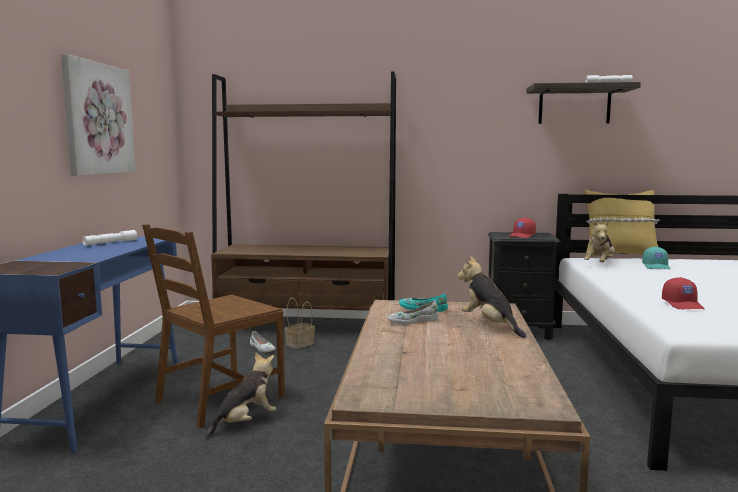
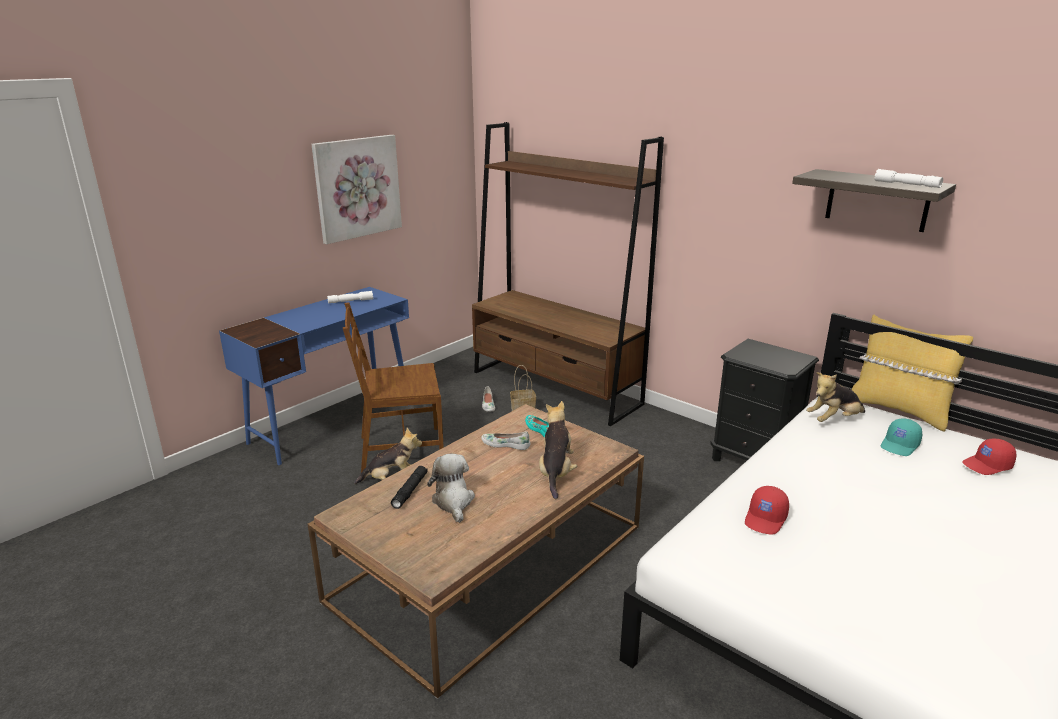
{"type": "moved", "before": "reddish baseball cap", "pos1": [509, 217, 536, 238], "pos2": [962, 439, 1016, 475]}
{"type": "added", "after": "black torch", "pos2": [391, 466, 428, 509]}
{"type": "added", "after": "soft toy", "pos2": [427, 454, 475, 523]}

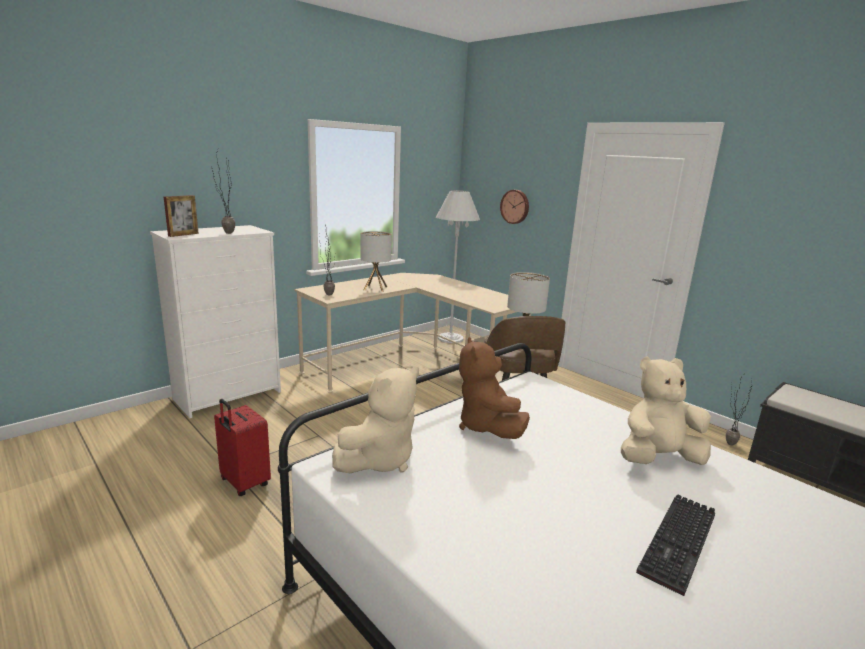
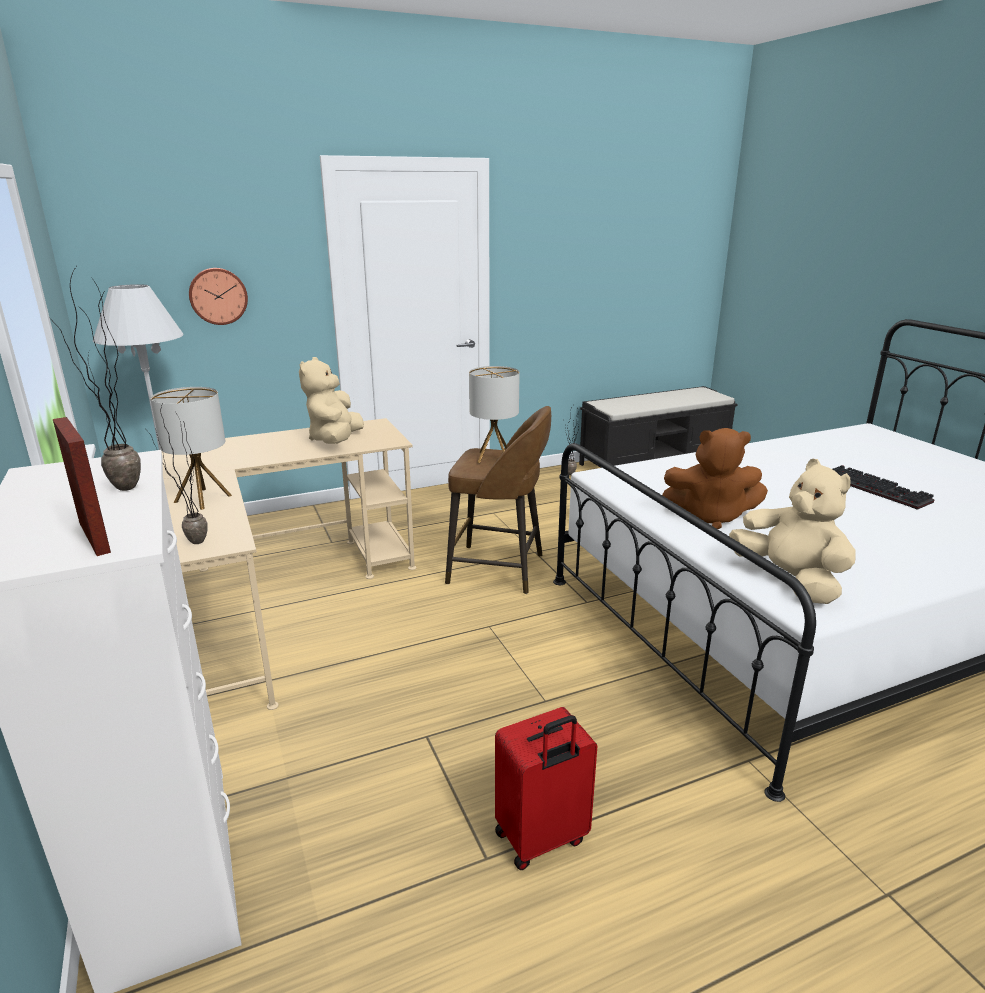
{"type": "moved", "before": "sand-coloured soft toy", "pos1": [621, 356, 711, 465], "pos2": [299, 357, 364, 444]}

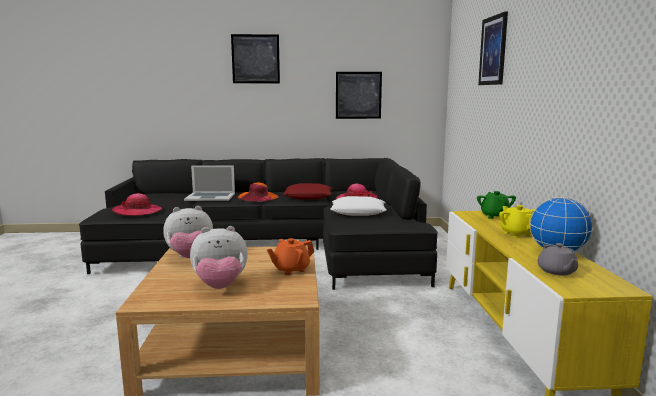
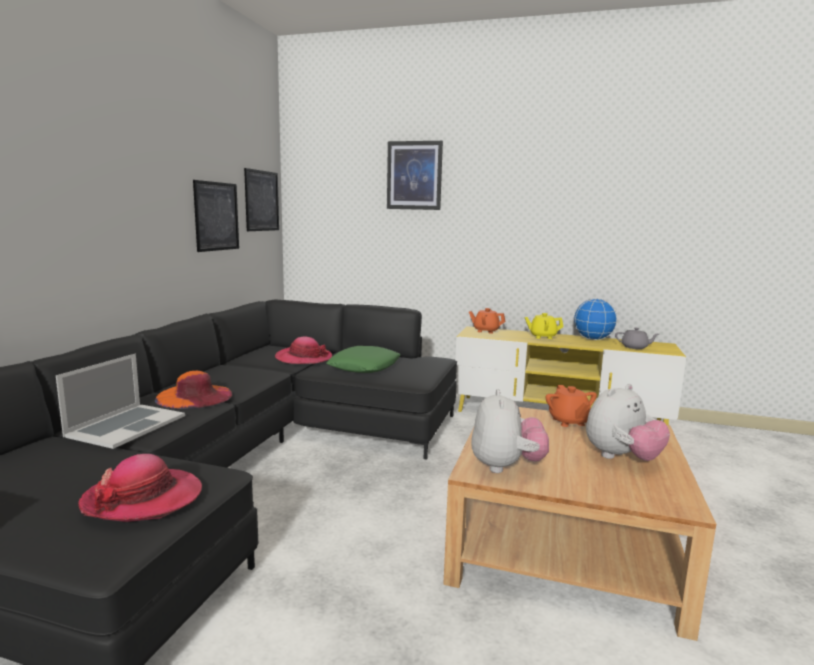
{"type": "turned", "before": "soft toy", "pos1": [190, 226, 248, 289], "pos2": [586, 384, 670, 461], "turn": 45}
{"type": "moved", "before": "wall art", "pos1": [231, 34, 280, 83], "pos2": [244, 168, 279, 231]}
{"type": "removed", "before": "reddish throw pillow", "pos1": [283, 183, 333, 200]}
{"type": "recoloured", "before": "white-coloured throw pillow", "after": "green throw pillow", "pos1": [330, 196, 386, 216], "pos2": [326, 346, 400, 373]}
{"type": "recoloured", "before": "green teapot", "after": "orange-coloured teapot", "pos1": [477, 191, 516, 219], "pos2": [469, 308, 506, 334]}

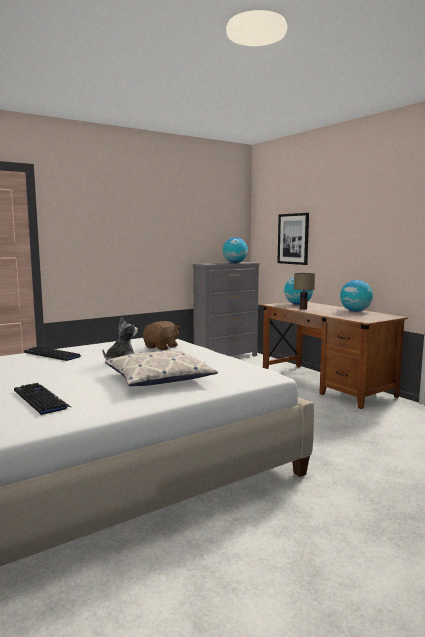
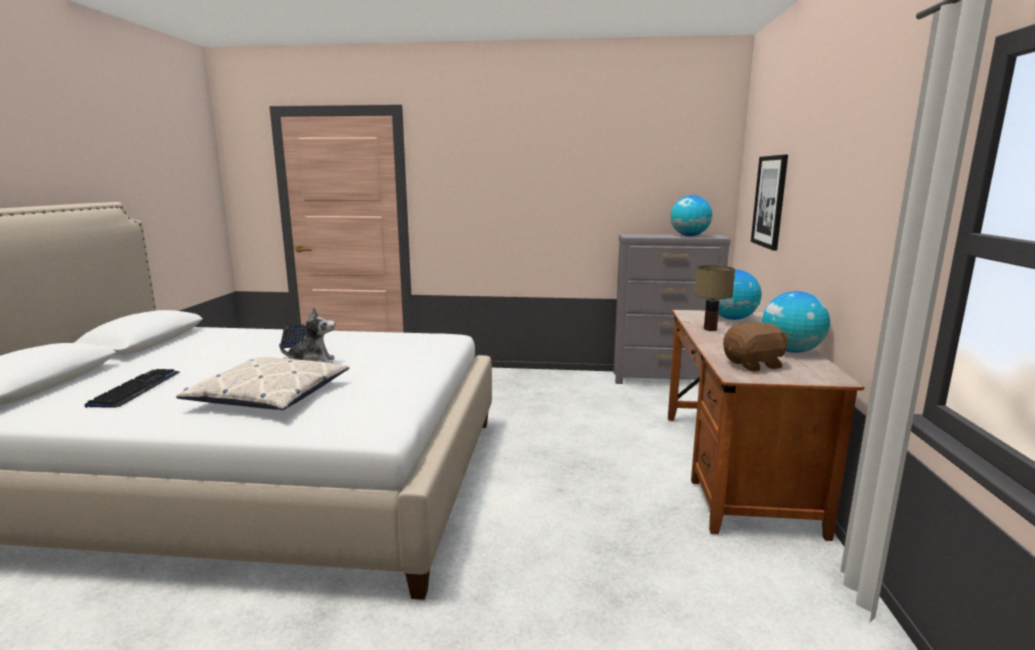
{"type": "moved", "before": "brown soft toy", "pos1": [143, 321, 180, 350], "pos2": [723, 323, 789, 371]}

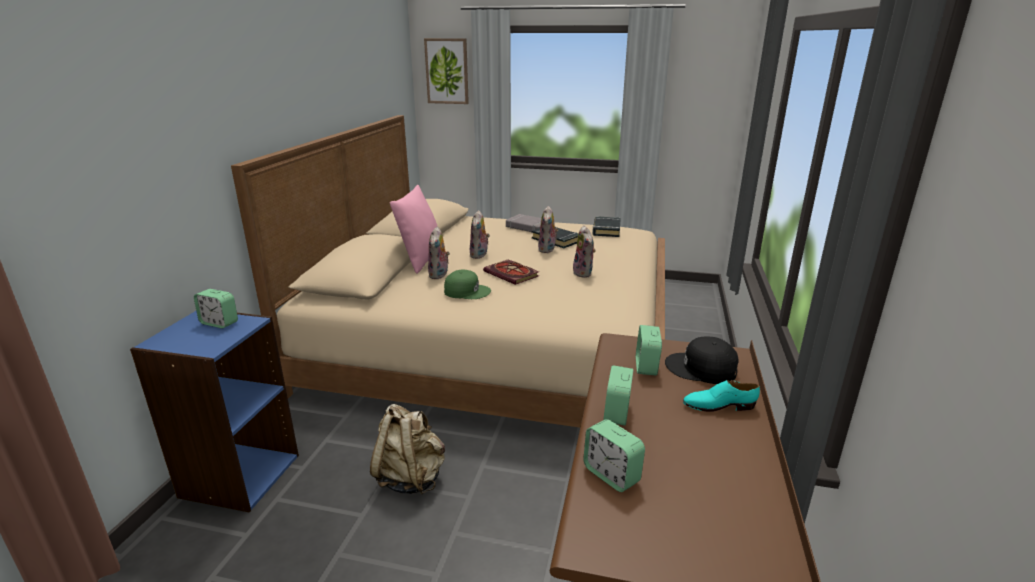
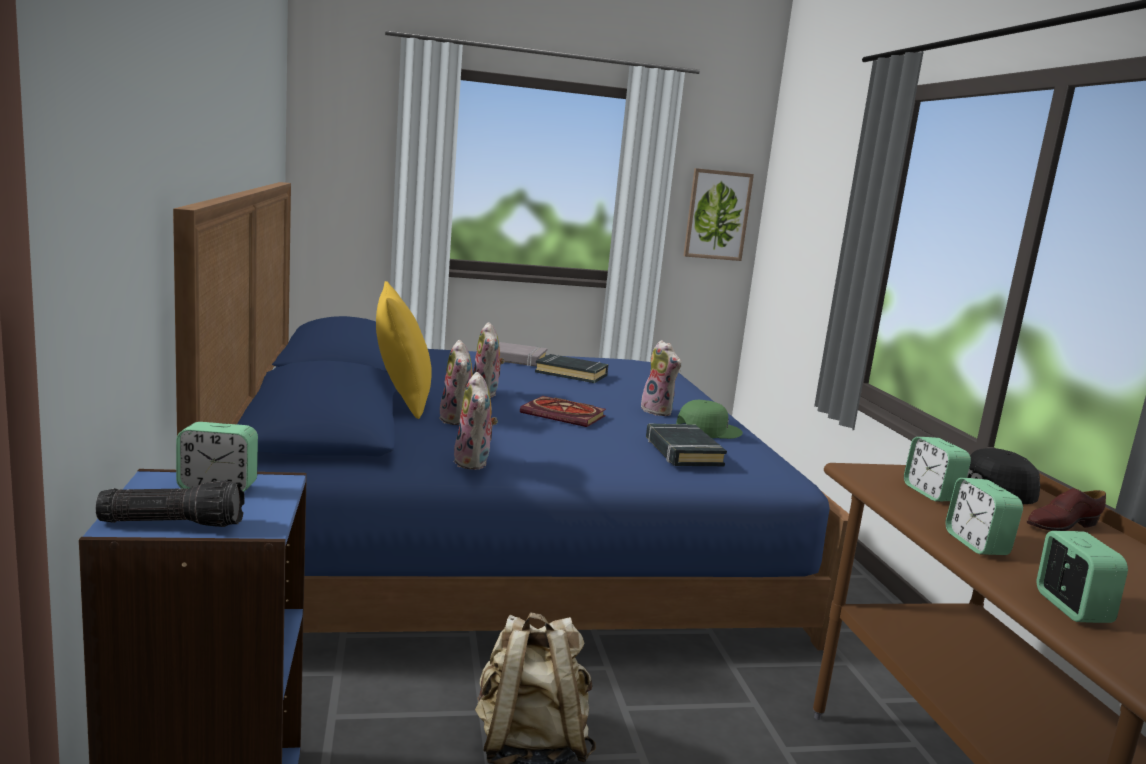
{"type": "recoloured", "before": "sand-coloured bed", "after": "blue bed", "pos1": [231, 115, 665, 428], "pos2": [173, 182, 849, 650]}
{"type": "recoloured", "before": "pink throw pillow", "after": "yellow throw pillow", "pos1": [390, 185, 438, 274], "pos2": [376, 281, 432, 419]}
{"type": "moved", "before": "wall art", "pos1": [424, 38, 469, 104], "pos2": [683, 168, 754, 261]}
{"type": "moved", "before": "green baseball cap", "pos1": [444, 270, 491, 299], "pos2": [676, 400, 743, 439]}
{"type": "moved", "before": "soft toy", "pos1": [538, 206, 559, 253], "pos2": [453, 372, 498, 470]}
{"type": "turned", "before": "alarm clock", "pos1": [583, 419, 645, 492], "pos2": [1037, 531, 1128, 623], "turn": -120}
{"type": "moved", "before": "black bound book", "pos1": [592, 216, 621, 237], "pos2": [646, 423, 727, 466]}
{"type": "recoloured", "before": "blue-green item of footwear", "after": "brown item of footwear", "pos1": [683, 380, 760, 412], "pos2": [1027, 488, 1106, 531]}
{"type": "added", "after": "torch", "pos2": [95, 480, 245, 527]}

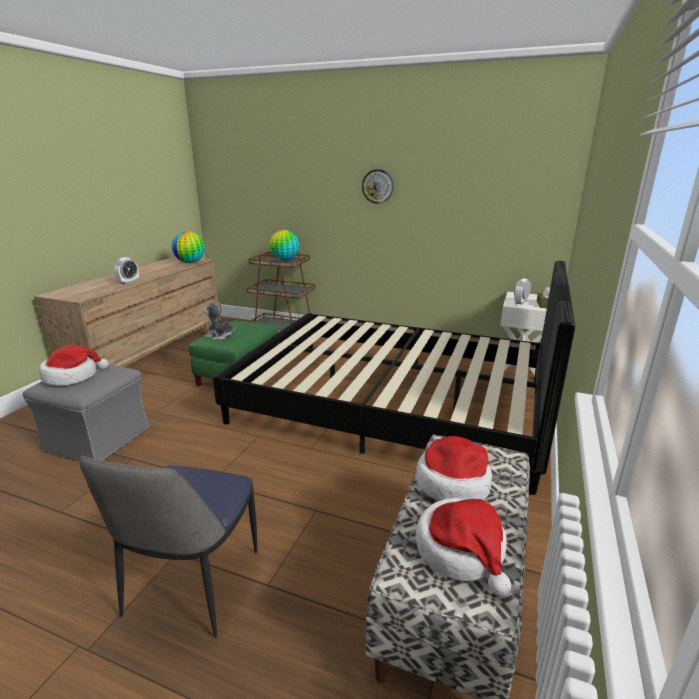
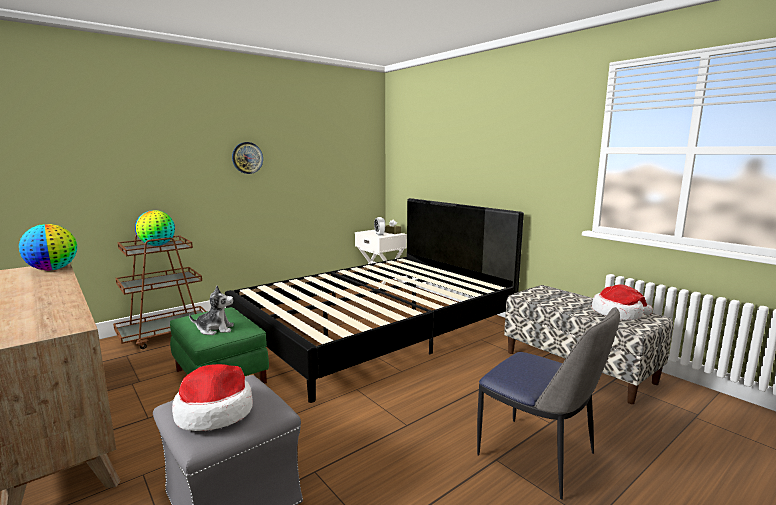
{"type": "removed", "before": "alarm clock", "pos1": [114, 257, 139, 284]}
{"type": "turned", "before": "soft toy", "pos1": [203, 301, 235, 340], "pos2": [189, 286, 234, 335], "turn": -150}
{"type": "removed", "before": "wearable hat", "pos1": [416, 436, 492, 501]}

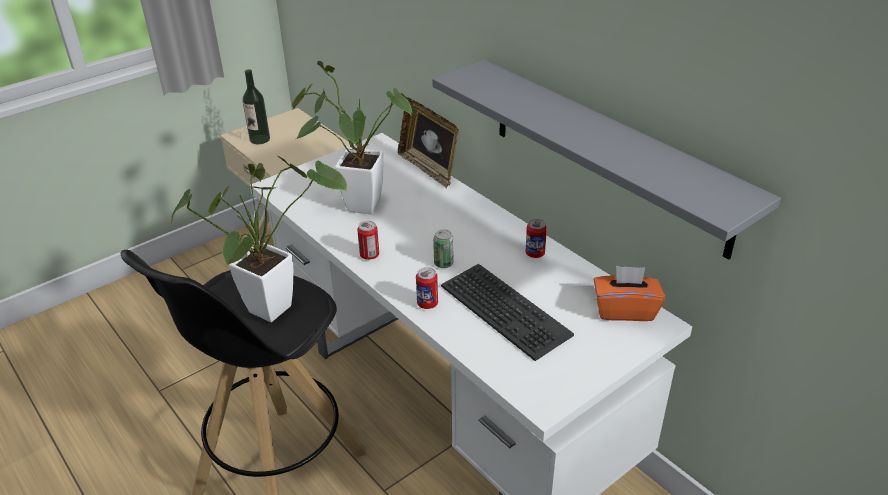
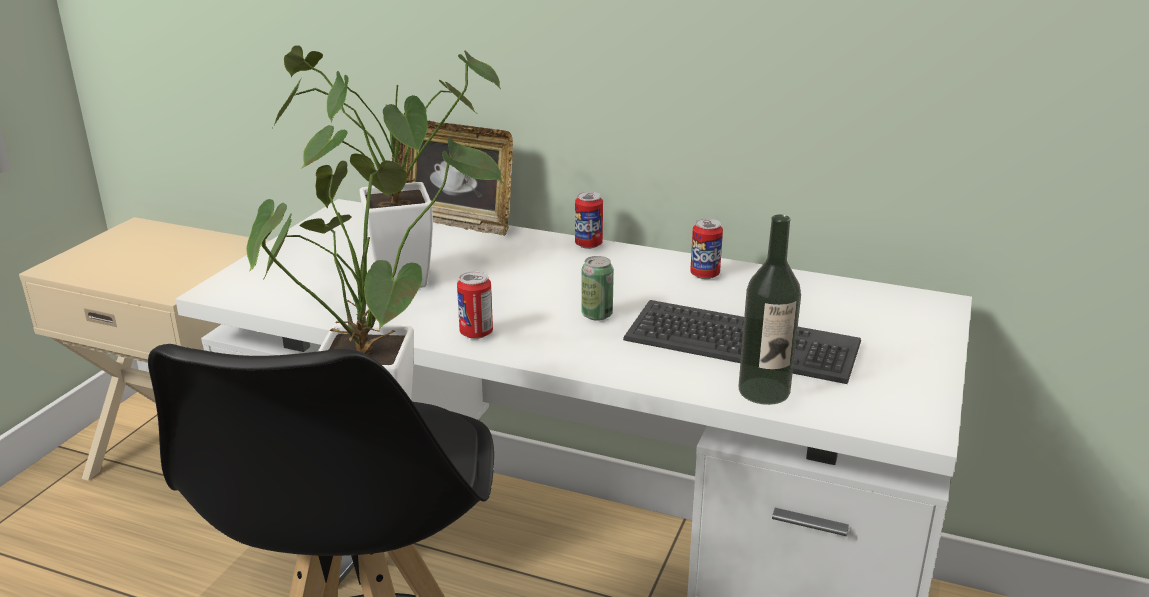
{"type": "moved", "before": "bottle", "pos1": [243, 69, 270, 144], "pos2": [739, 215, 801, 405]}
{"type": "moved", "before": "metal can", "pos1": [416, 267, 438, 309], "pos2": [575, 192, 603, 249]}
{"type": "removed", "before": "gray wall shelf", "pos1": [432, 60, 781, 260]}
{"type": "removed", "before": "orange-coloured tissue holder", "pos1": [594, 266, 665, 321]}

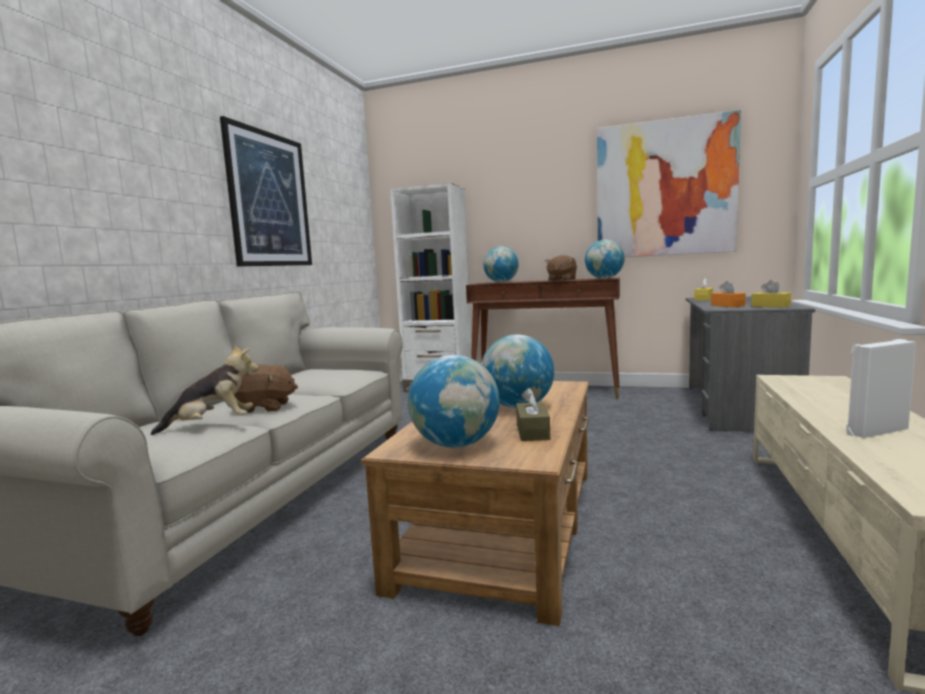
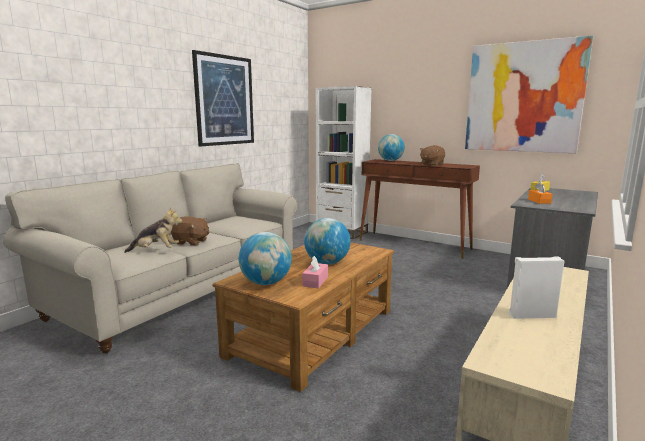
{"type": "recoloured", "before": "brown tissue holder", "after": "pink tissue holder", "pos1": [516, 388, 550, 441], "pos2": [302, 256, 328, 288]}
{"type": "removed", "before": "world globe", "pos1": [585, 240, 625, 279]}
{"type": "removed", "before": "yellow tissue holder", "pos1": [751, 280, 791, 308]}

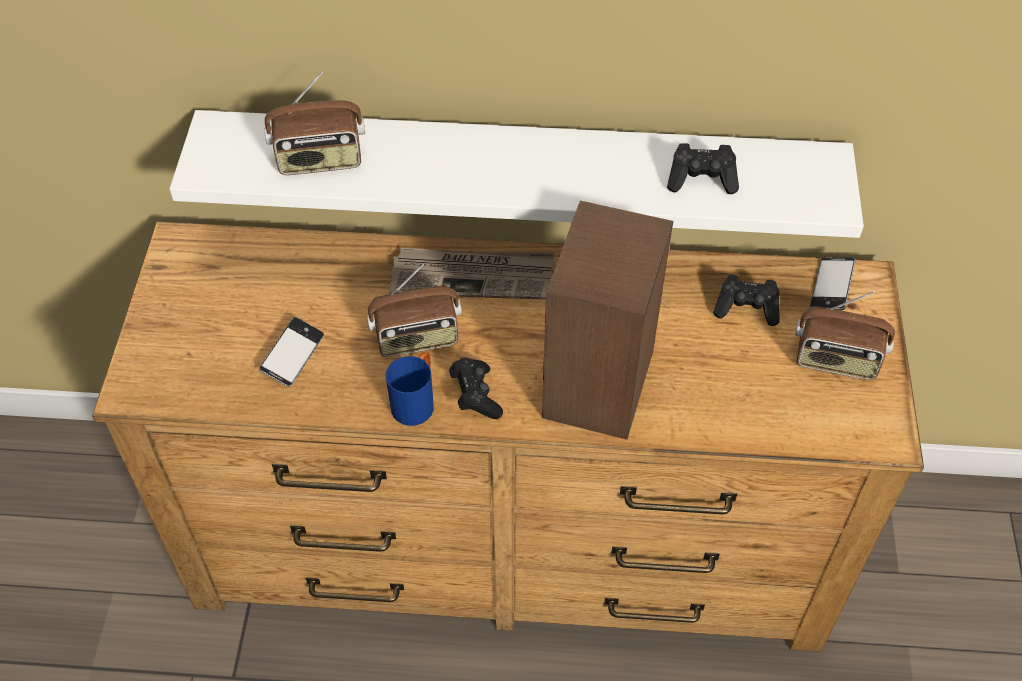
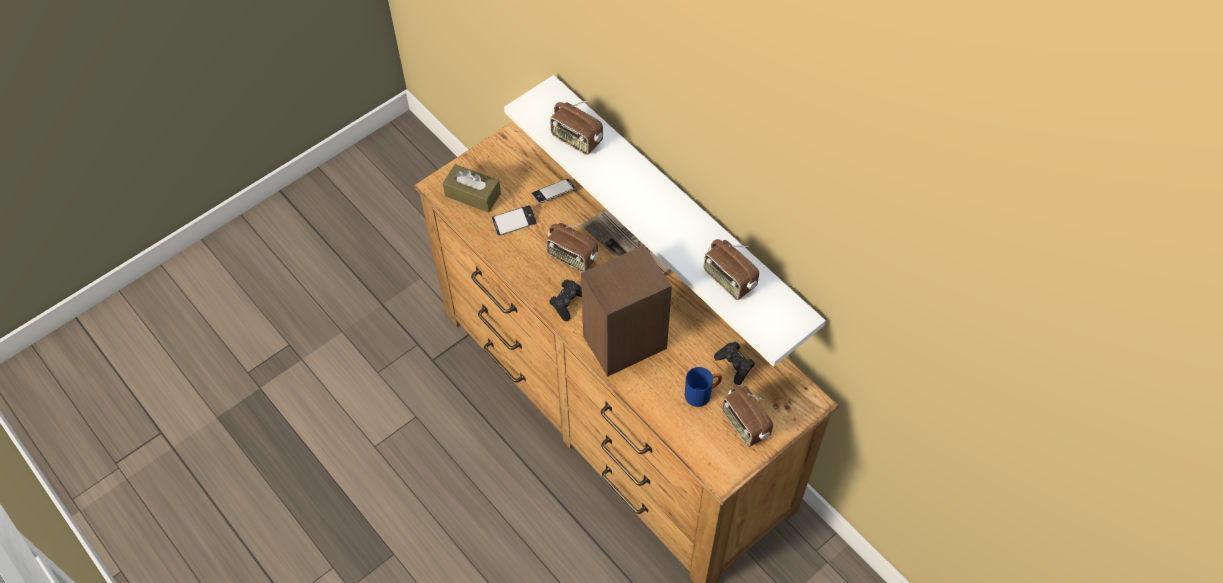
{"type": "moved", "before": "blue tea mug", "pos1": [386, 352, 434, 426], "pos2": [685, 367, 722, 407]}
{"type": "replaced", "before": "black game controller", "after": "radio receiver", "pos1": [667, 143, 739, 194], "pos2": [704, 239, 759, 300]}
{"type": "moved", "before": "telephone", "pos1": [810, 257, 855, 310], "pos2": [532, 179, 575, 203]}
{"type": "added", "after": "brown tissue holder", "pos2": [443, 164, 501, 213]}

